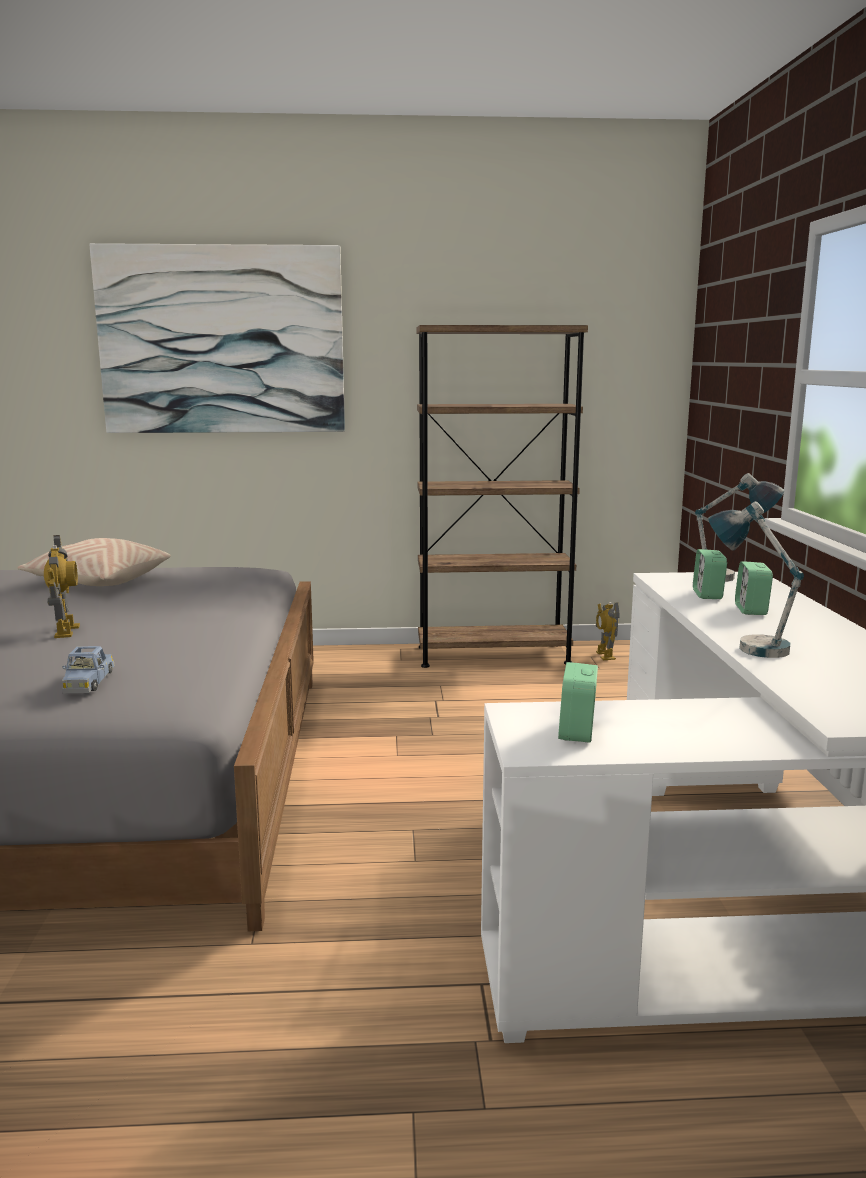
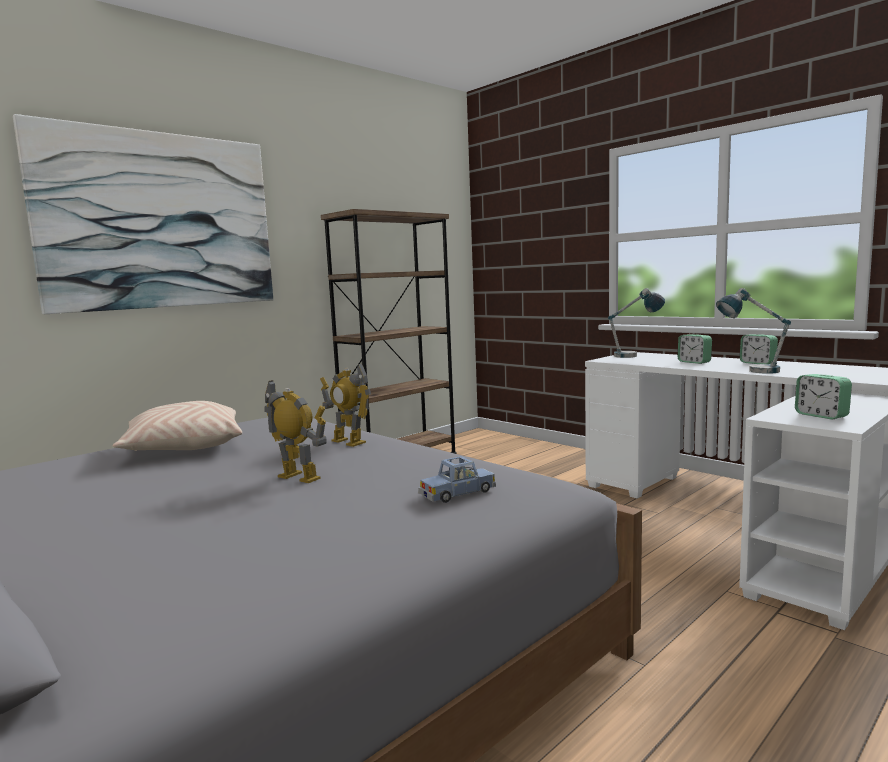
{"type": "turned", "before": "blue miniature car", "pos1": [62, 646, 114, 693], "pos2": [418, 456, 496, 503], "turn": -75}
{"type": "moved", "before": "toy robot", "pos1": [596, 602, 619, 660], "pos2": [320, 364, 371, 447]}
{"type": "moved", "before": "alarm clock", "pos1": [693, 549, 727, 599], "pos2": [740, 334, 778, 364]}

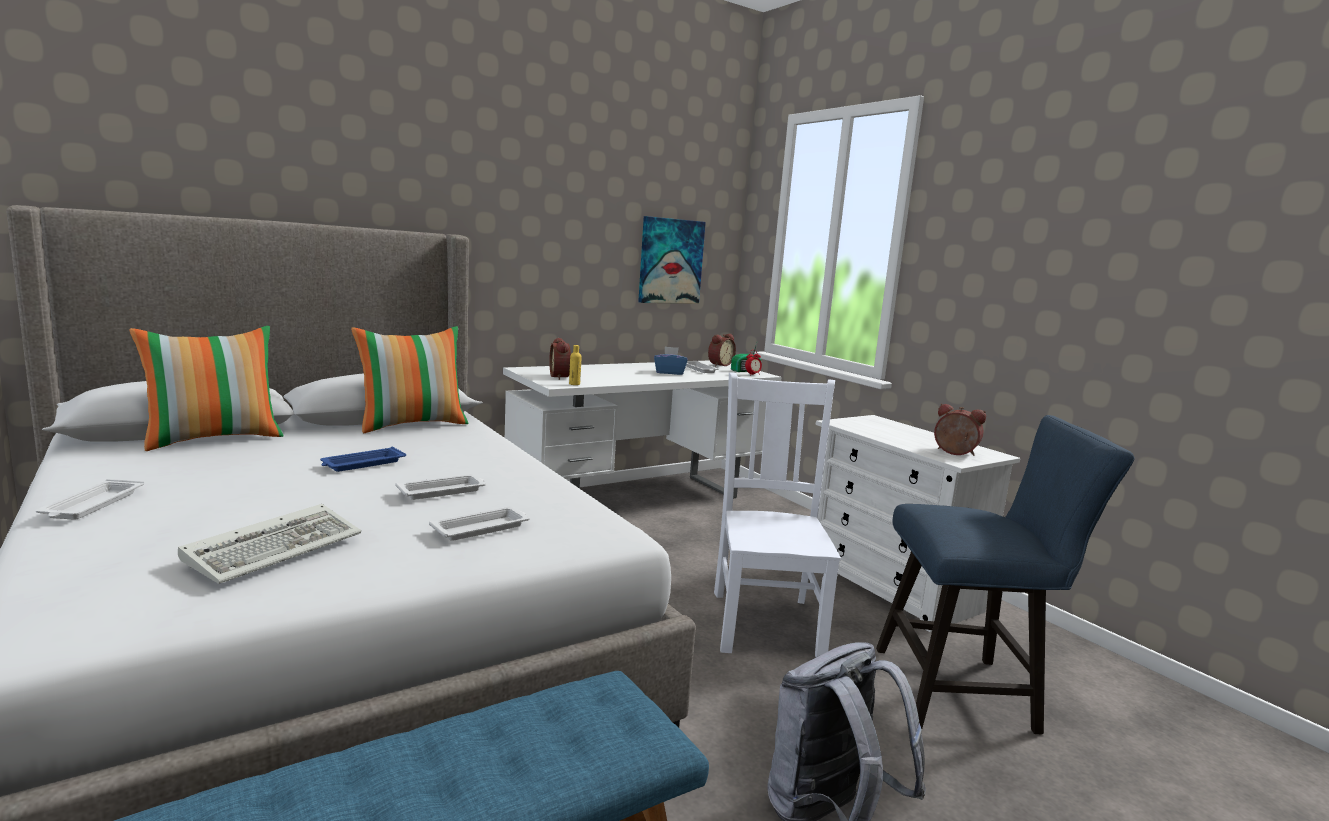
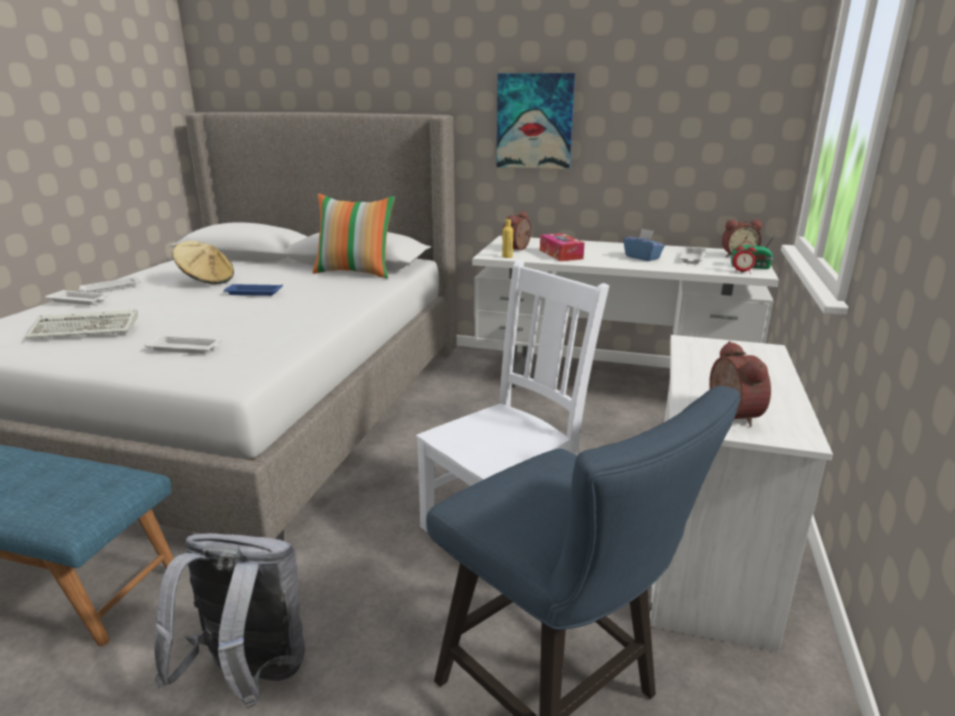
{"type": "removed", "before": "throw pillow", "pos1": [129, 326, 284, 451]}
{"type": "moved", "before": "white-coloured serving tray", "pos1": [395, 474, 486, 500], "pos2": [45, 290, 109, 305]}
{"type": "moved", "before": "wall art", "pos1": [638, 216, 706, 304], "pos2": [497, 73, 575, 169]}
{"type": "added", "after": "sand-coloured wearable hat", "pos2": [172, 241, 234, 284]}
{"type": "added", "after": "tissue holder", "pos2": [540, 233, 584, 261]}

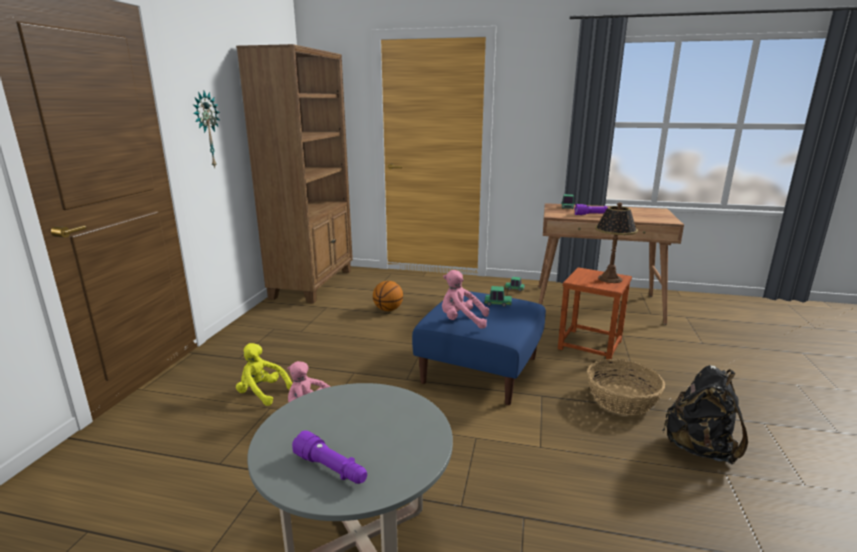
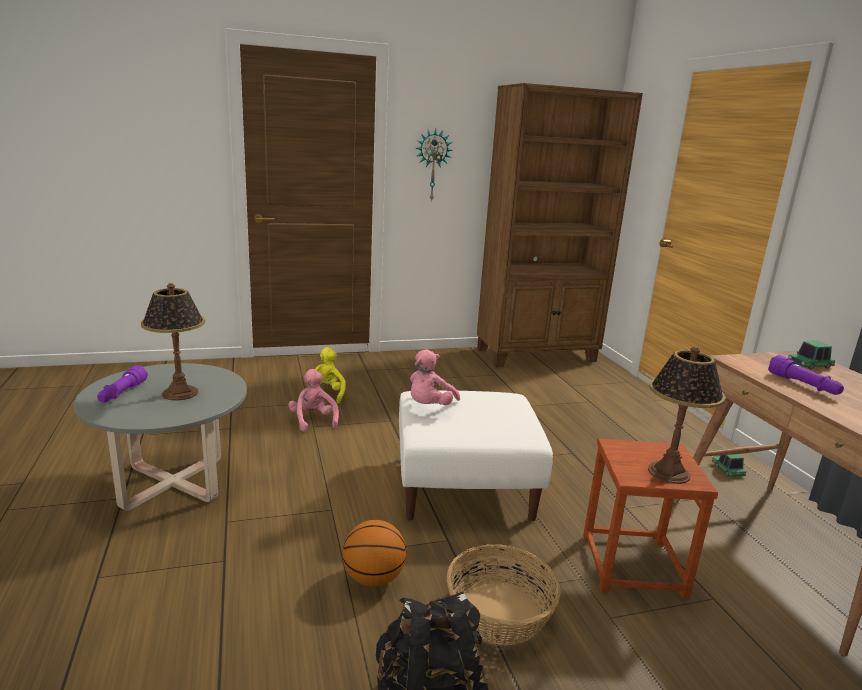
{"type": "moved", "before": "ball for basketball", "pos1": [373, 281, 403, 311], "pos2": [343, 520, 406, 587]}
{"type": "recoloured", "before": "blue footrest", "after": "white-coloured footrest", "pos1": [412, 291, 546, 405], "pos2": [399, 390, 553, 521]}
{"type": "turned", "before": "pink soft toy", "pos1": [442, 270, 489, 329], "pos2": [410, 350, 460, 405], "turn": -135}
{"type": "removed", "before": "miniature car", "pos1": [484, 286, 512, 307]}
{"type": "added", "after": "lamp for a table", "pos2": [141, 283, 205, 401]}

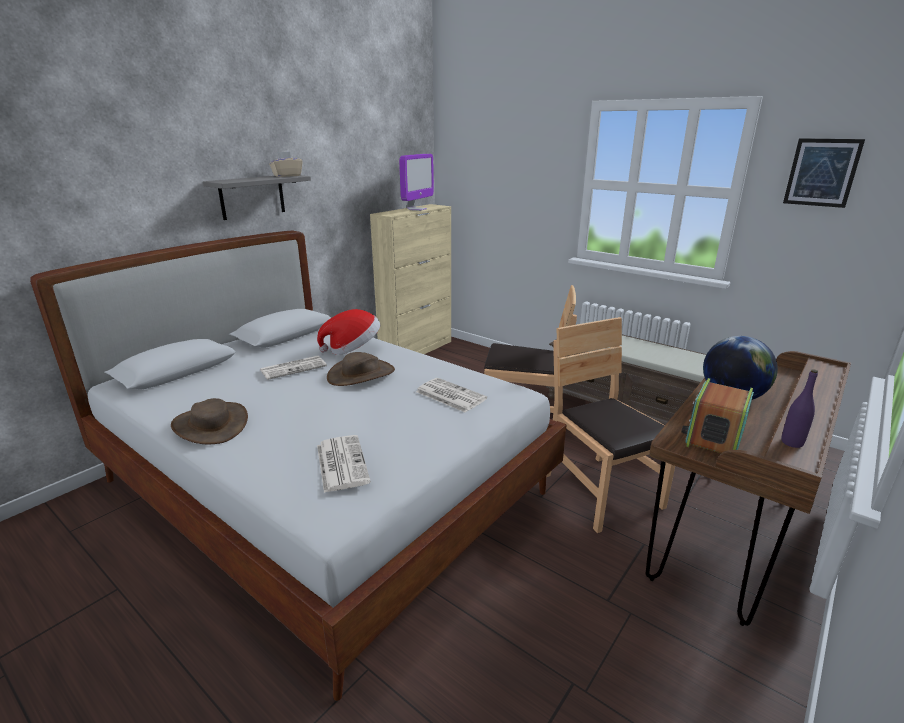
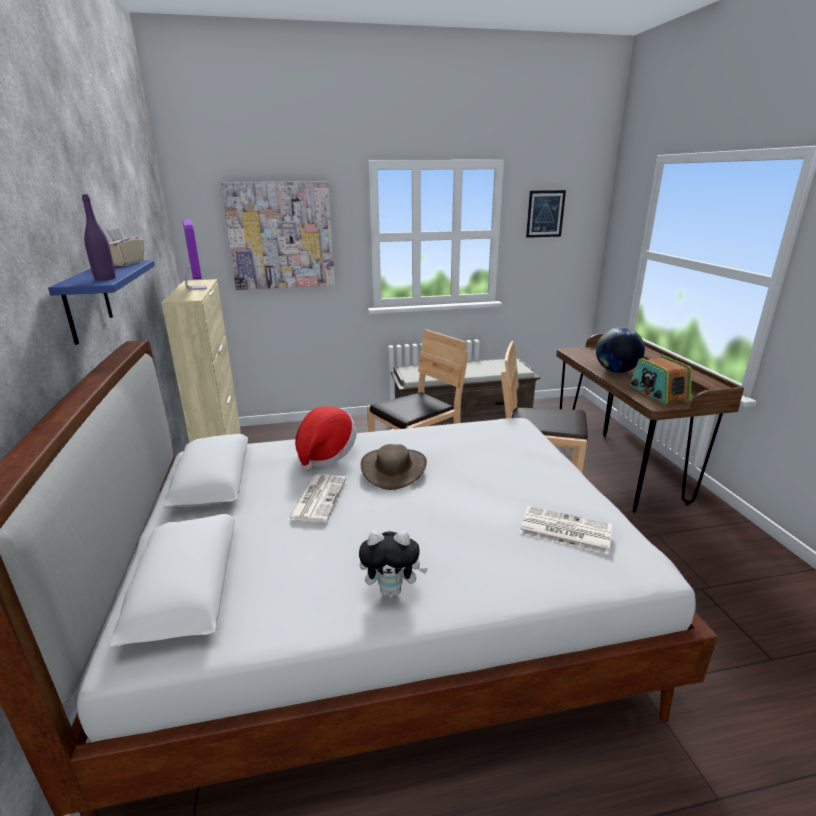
{"type": "replaced", "before": "brown wearable hat", "after": "soft toy", "pos1": [171, 398, 248, 444], "pos2": [359, 531, 428, 596]}
{"type": "recoloured", "before": "gray wall shelf", "after": "blue wall shelf", "pos1": [203, 175, 311, 220], "pos2": [48, 260, 155, 345]}
{"type": "removed", "before": "daily paper", "pos1": [416, 378, 487, 412]}
{"type": "moved", "before": "purple bottle", "pos1": [781, 369, 818, 448], "pos2": [82, 194, 116, 280]}
{"type": "added", "after": "wall art", "pos2": [221, 181, 335, 290]}

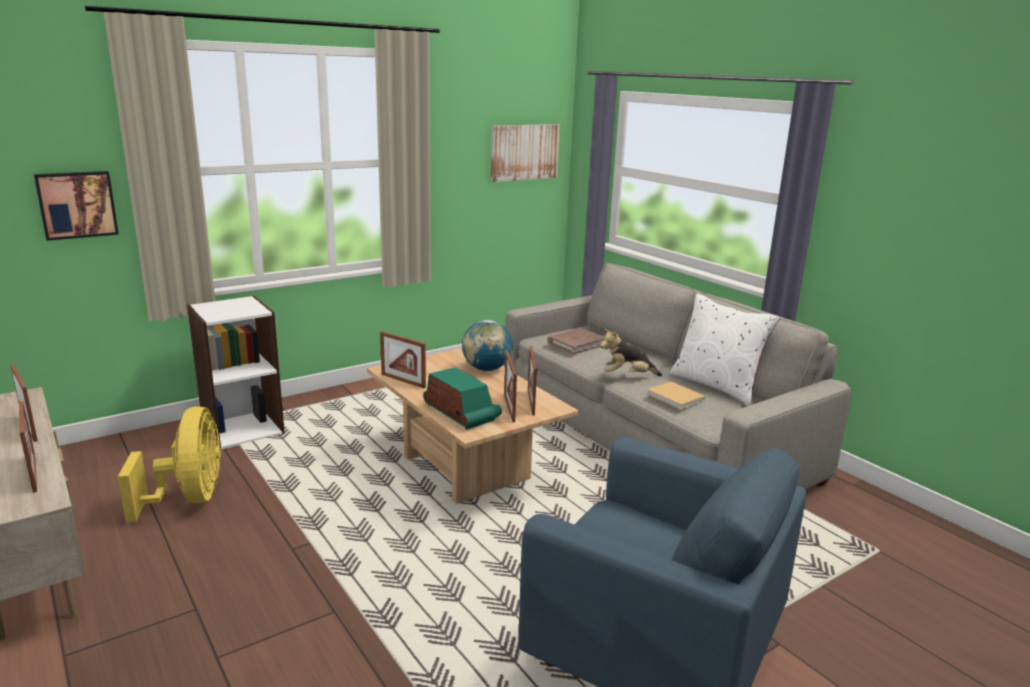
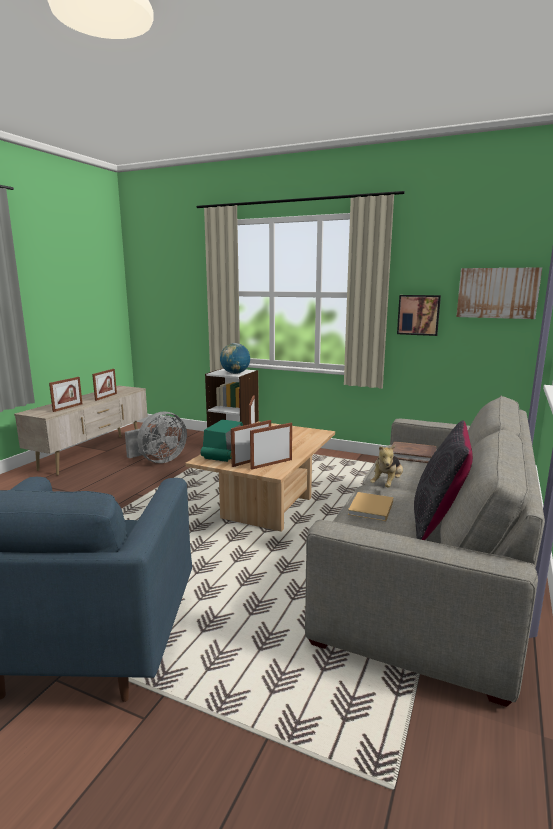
{"type": "moved", "before": "wall art", "pos1": [34, 171, 119, 241], "pos2": [397, 295, 441, 336]}
{"type": "recoloured", "before": "yellow electric fan", "after": "gray electric fan", "pos1": [118, 406, 221, 523], "pos2": [125, 412, 187, 463]}
{"type": "moved", "before": "world globe", "pos1": [462, 320, 513, 371], "pos2": [220, 343, 250, 374]}
{"type": "turned", "before": "soft toy", "pos1": [600, 329, 662, 376], "pos2": [370, 445, 403, 488], "turn": -120}
{"type": "recoloured", "before": "white-coloured throw pillow", "after": "black throw pillow", "pos1": [670, 294, 780, 404], "pos2": [414, 420, 473, 540]}

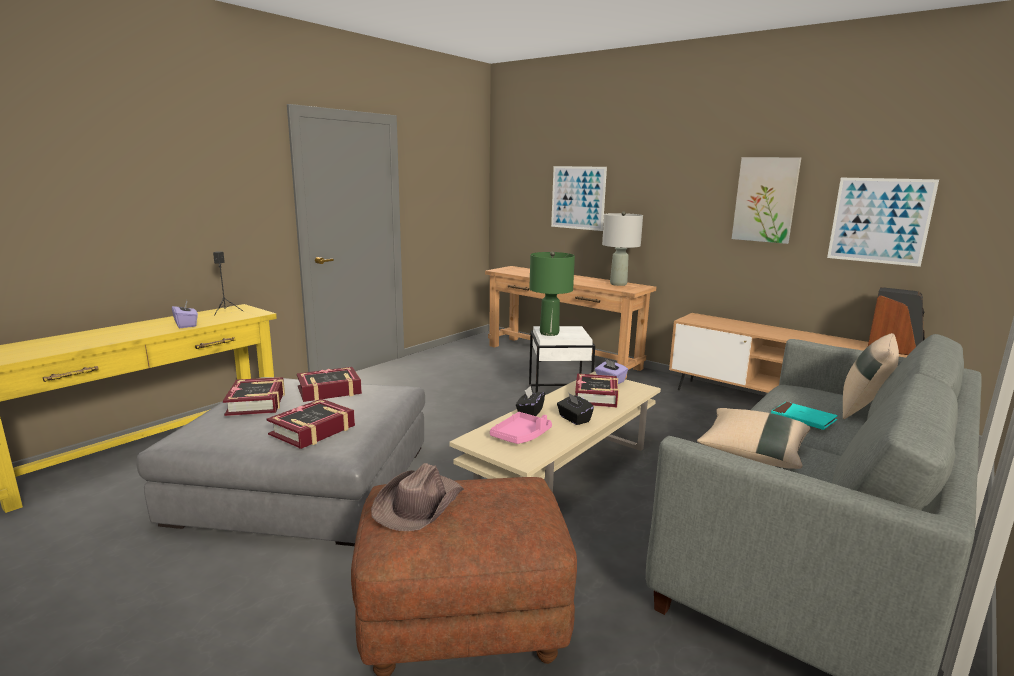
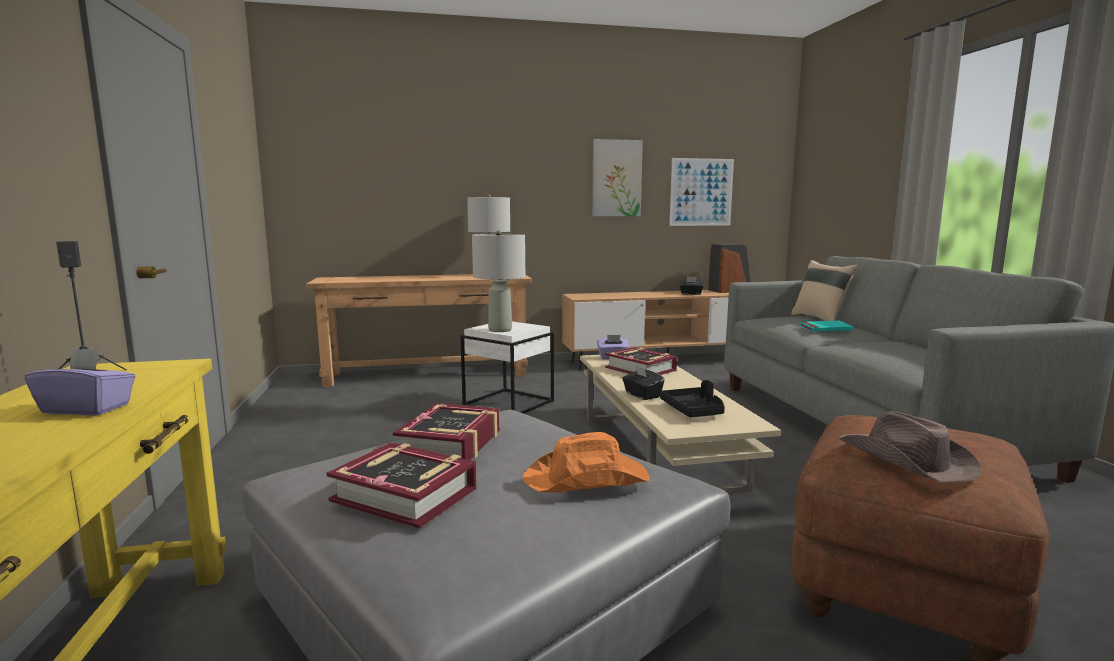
{"type": "replaced", "before": "bound book", "after": "orange-coloured wearable hat", "pos1": [267, 399, 355, 449], "pos2": [522, 432, 649, 492]}
{"type": "recoloured", "before": "pink serving tray", "after": "black serving tray", "pos1": [490, 412, 552, 444], "pos2": [660, 380, 725, 417]}
{"type": "recoloured", "before": "green lamp for a table", "after": "gray lamp for a table", "pos1": [529, 251, 575, 336], "pos2": [472, 230, 525, 332]}
{"type": "removed", "before": "wall art", "pos1": [551, 166, 607, 231]}
{"type": "moved", "before": "black tissue holder", "pos1": [557, 393, 594, 425], "pos2": [679, 276, 704, 295]}
{"type": "removed", "before": "sand-coloured throw pillow", "pos1": [697, 408, 810, 469]}

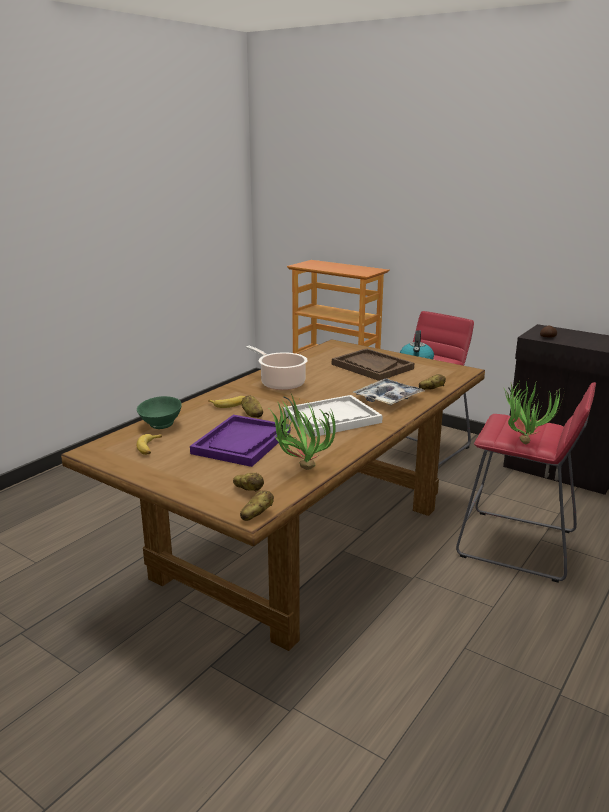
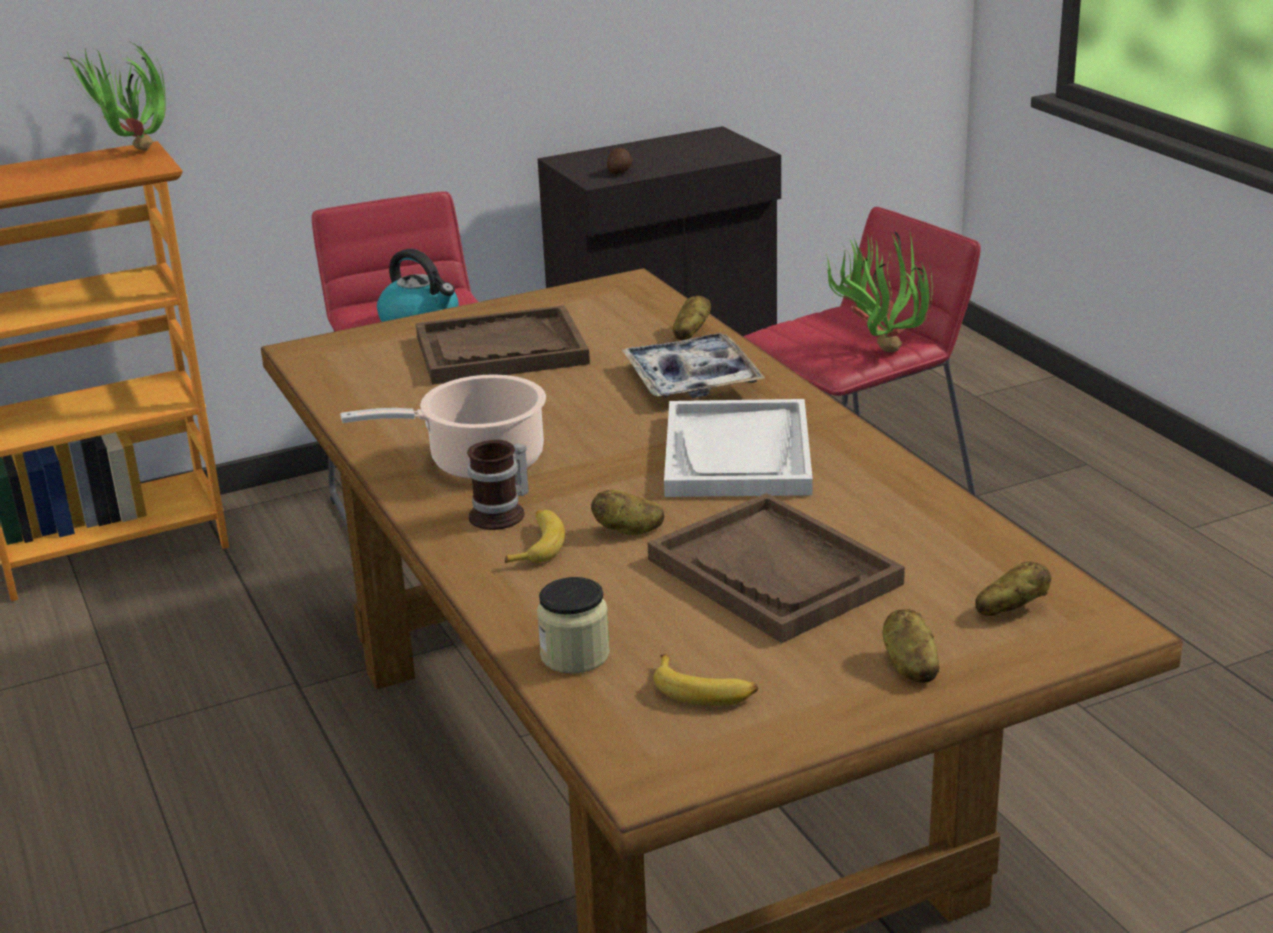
{"type": "replaced", "before": "green serving bowl", "after": "jar", "pos1": [137, 396, 182, 429], "pos2": [537, 577, 610, 674]}
{"type": "recoloured", "before": "purple serving tray", "after": "brown serving tray", "pos1": [190, 415, 290, 467], "pos2": [648, 493, 905, 643]}
{"type": "moved", "before": "spud", "pos1": [240, 490, 274, 521], "pos2": [883, 609, 940, 683]}
{"type": "moved", "before": "houseplant", "pos1": [269, 393, 336, 470], "pos2": [62, 37, 166, 151]}
{"type": "added", "after": "tea mug", "pos2": [467, 440, 529, 530]}

